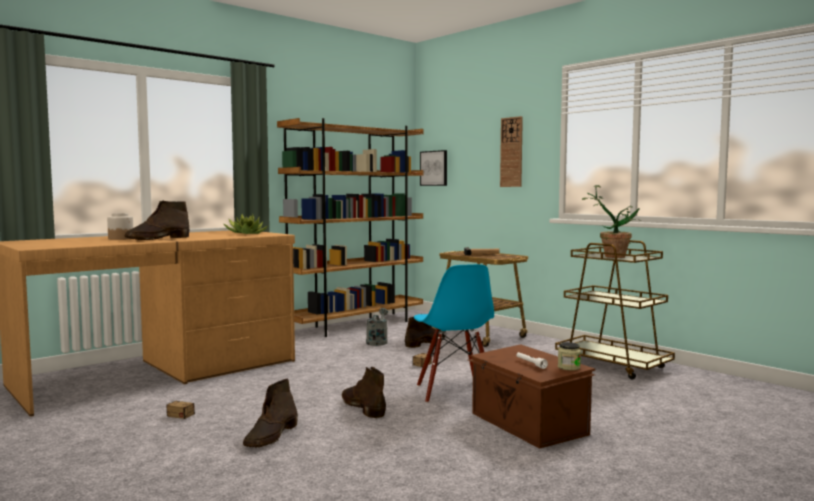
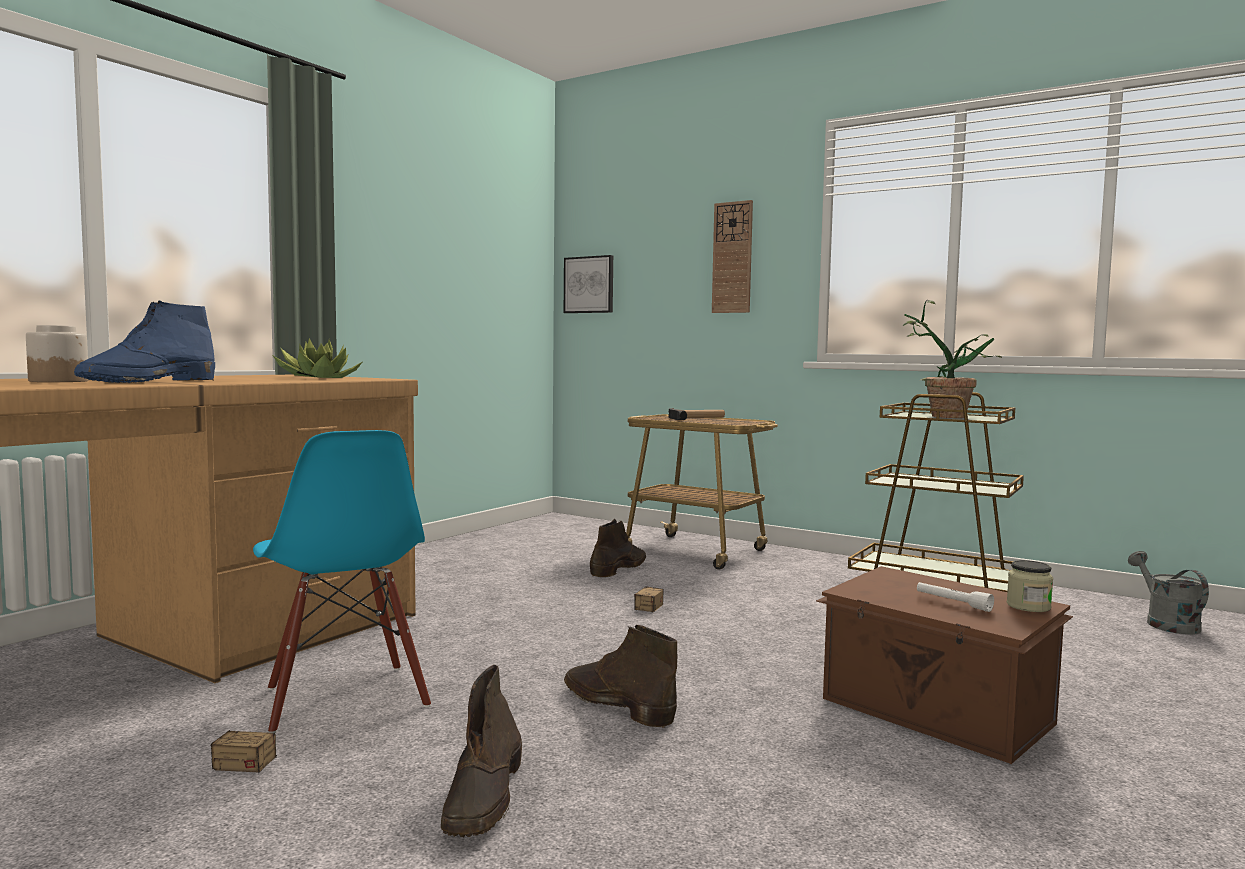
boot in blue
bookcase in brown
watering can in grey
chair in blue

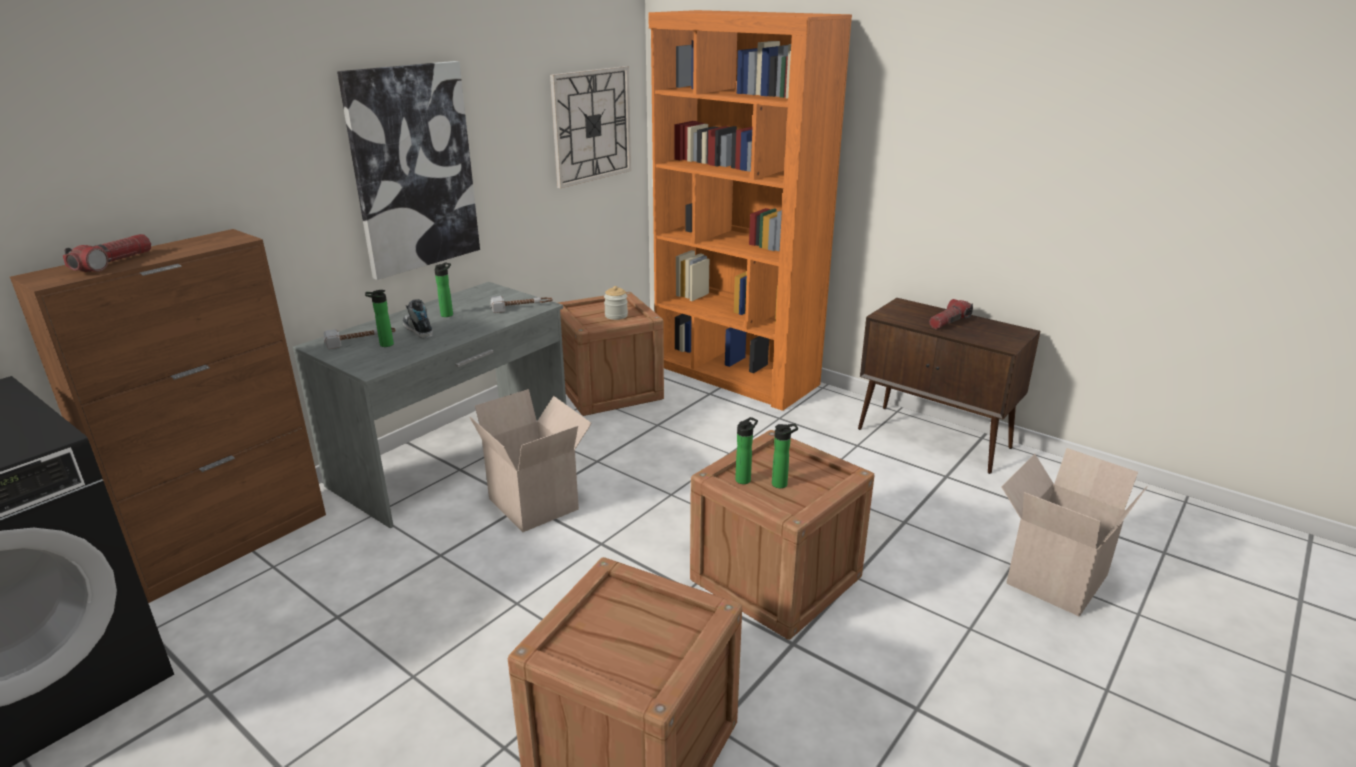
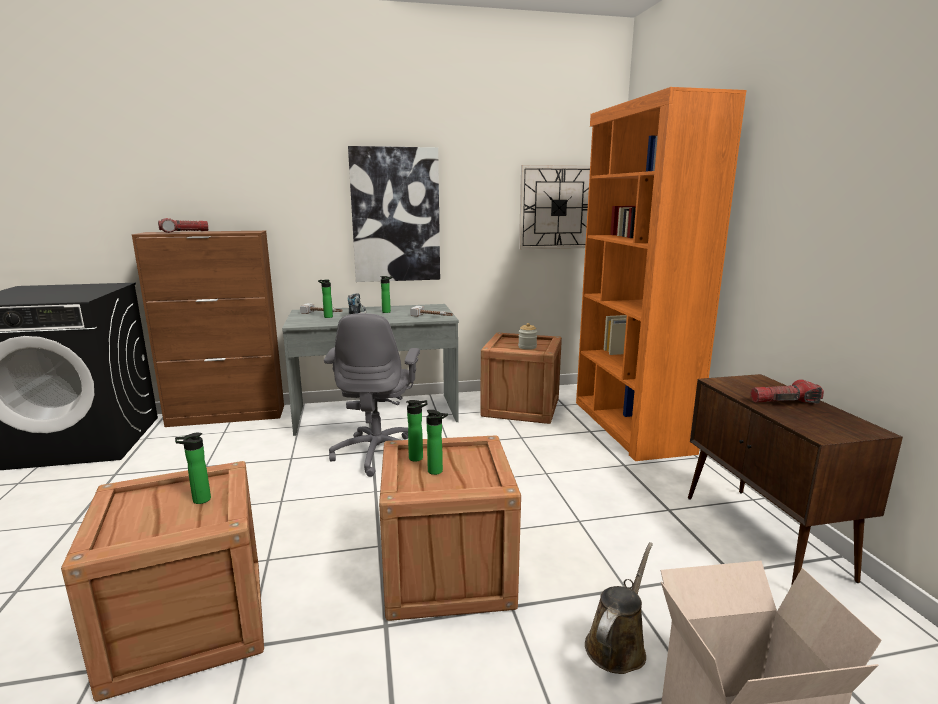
office chair in grey
bottle (no. 1 from left)
watering can in brown

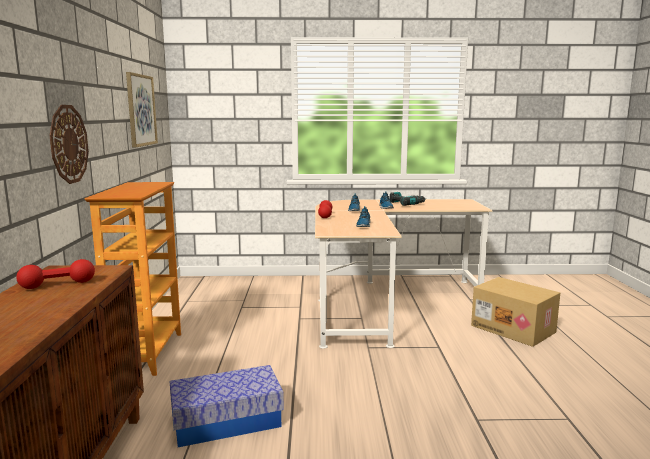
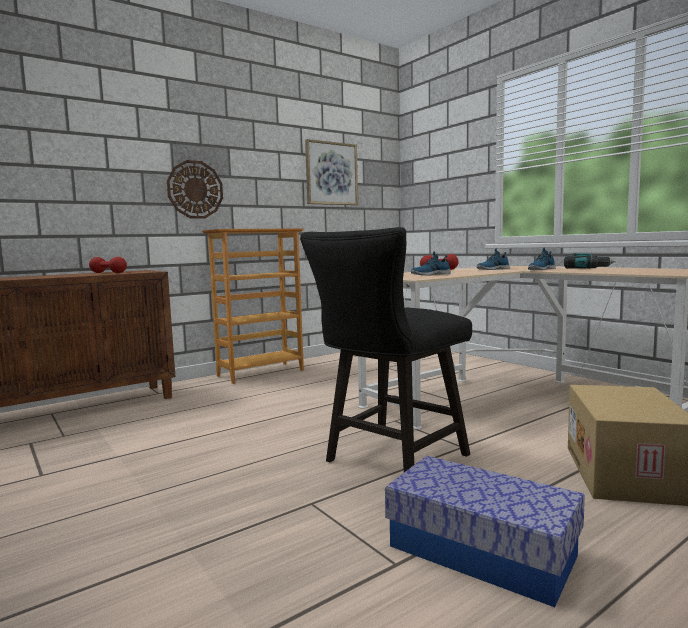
storage box
chair in black

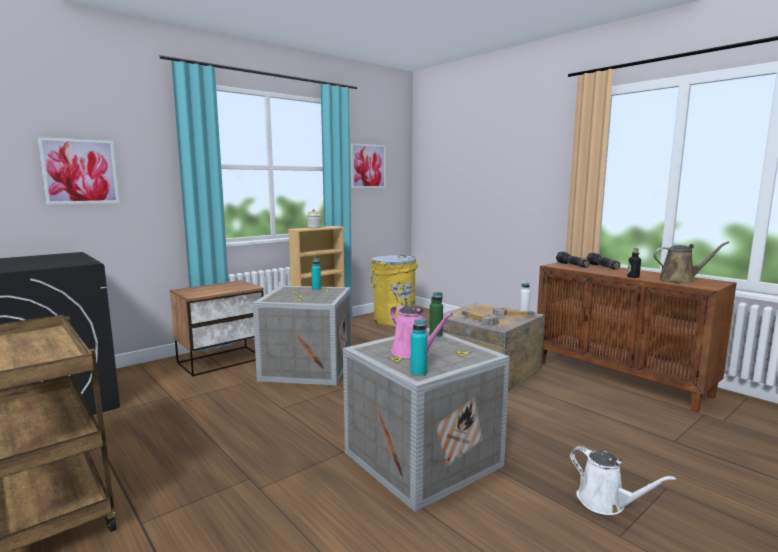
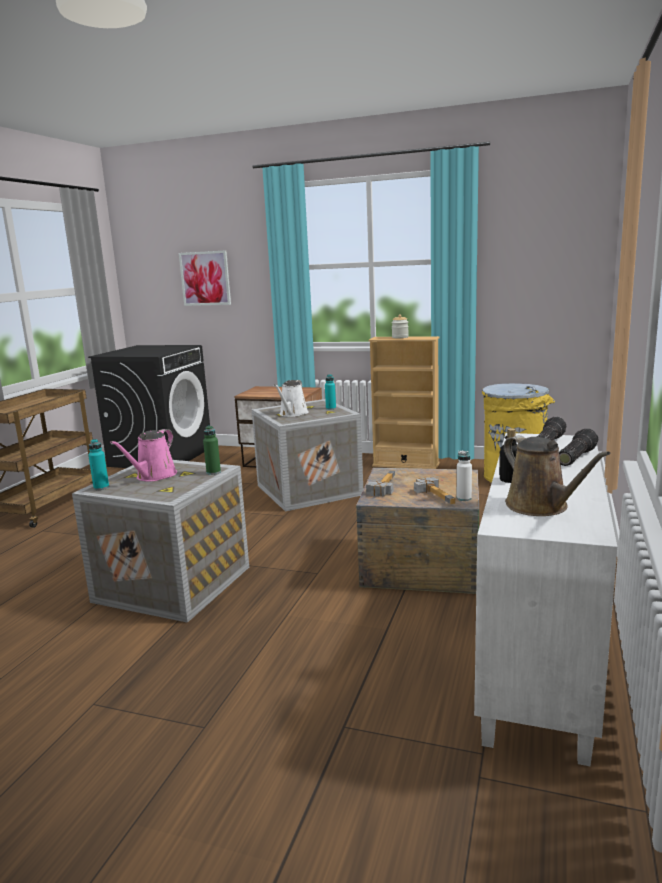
picture (no. 2 from left in the first image)
cabinet in white
watering can in white

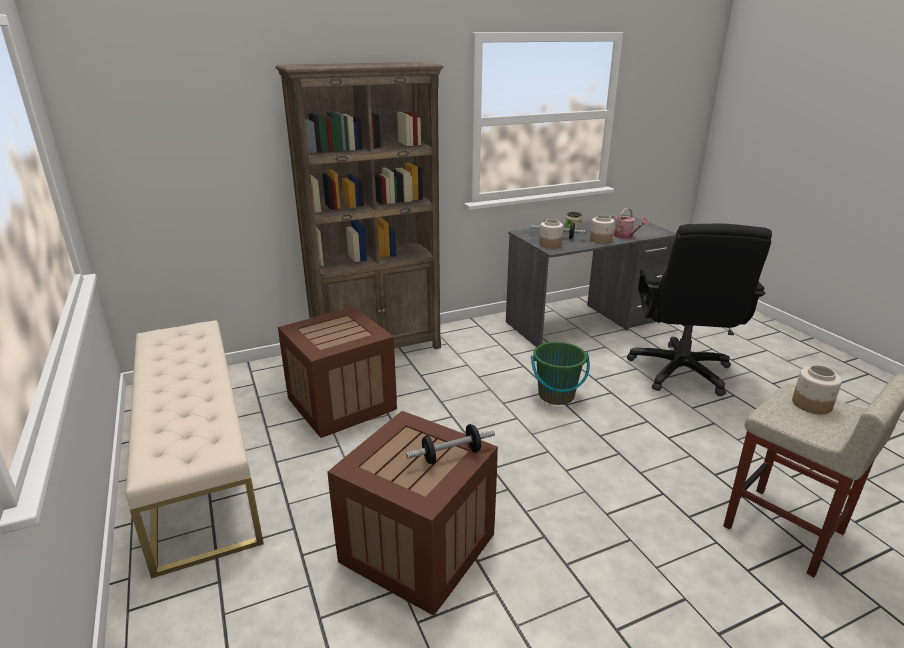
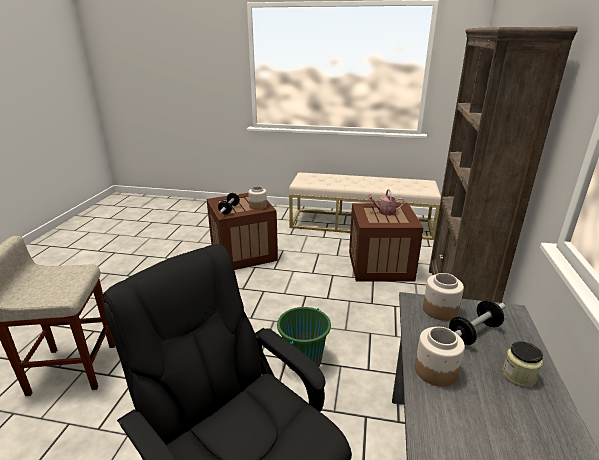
watering can
jar (no. 1 from left)

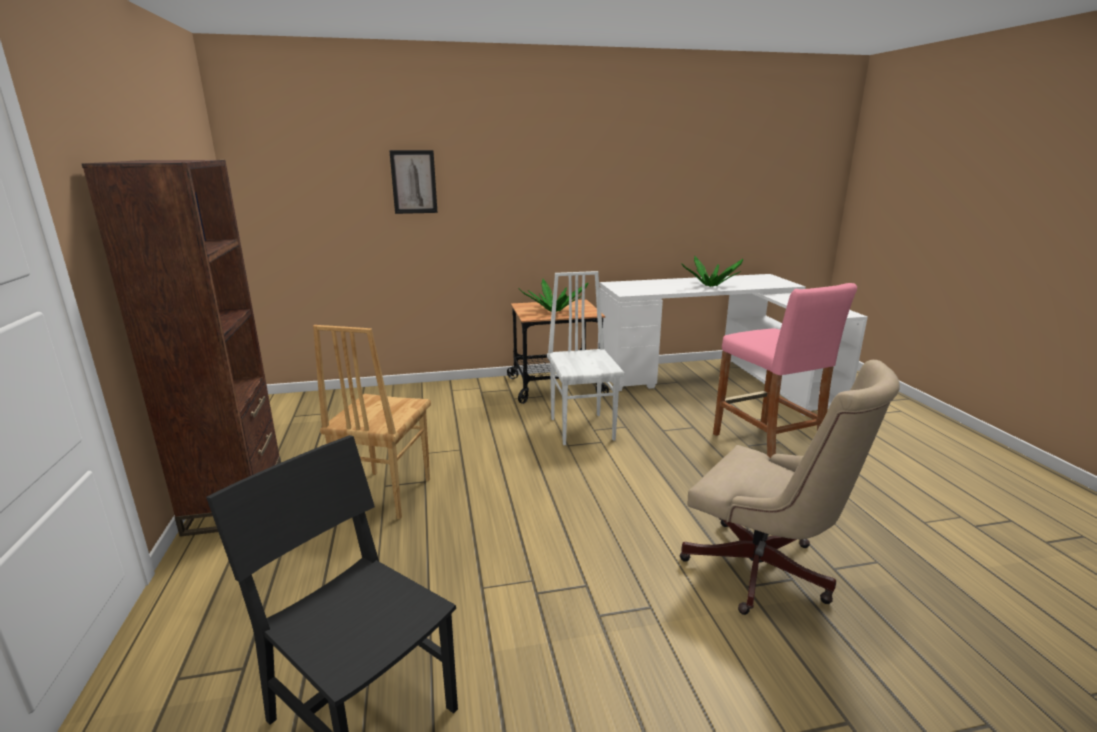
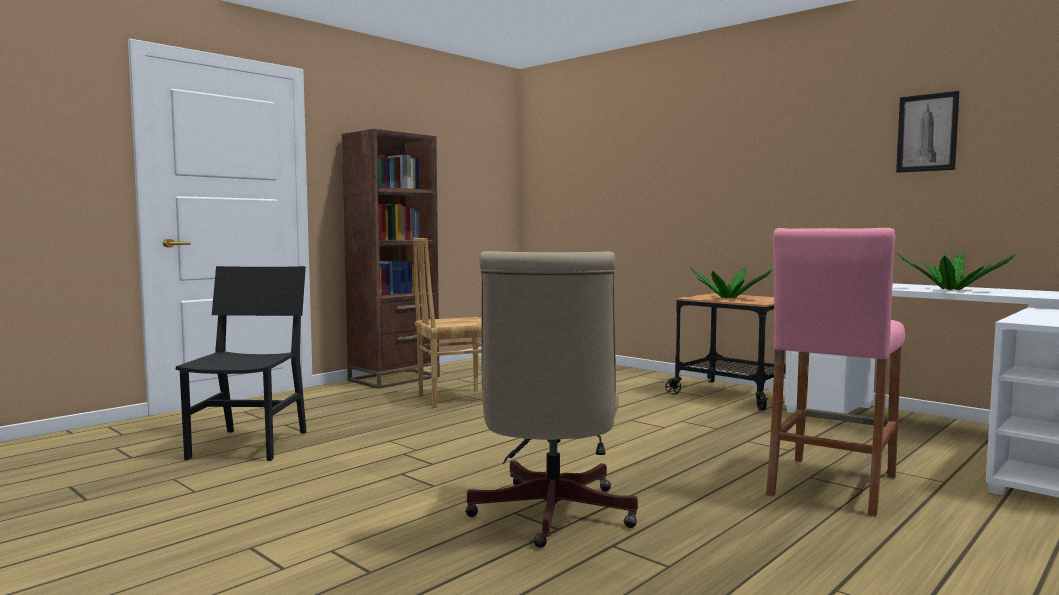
picture
chair in white

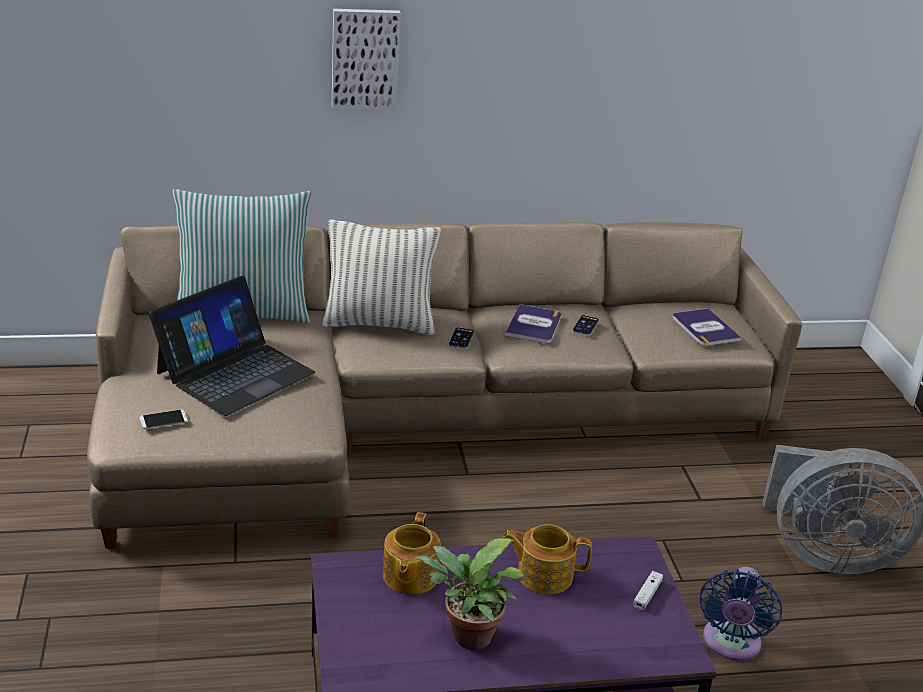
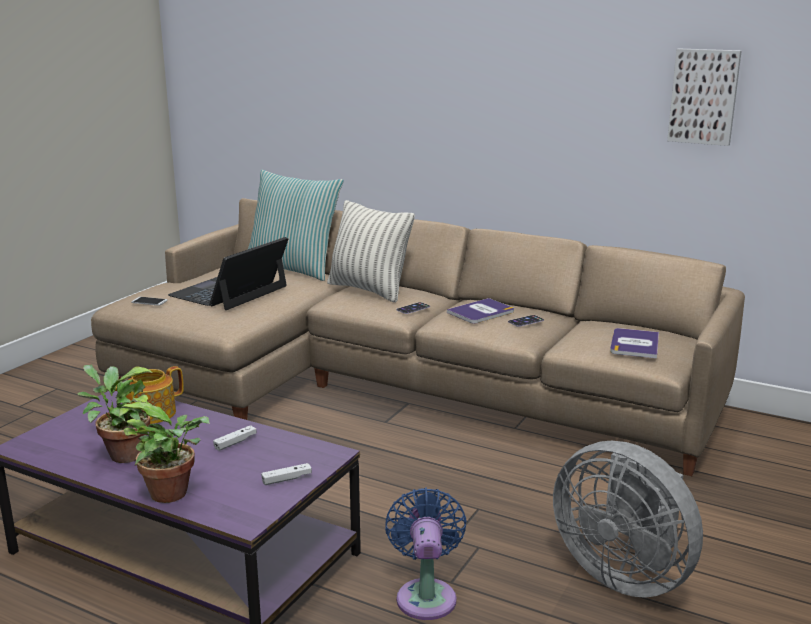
laptop
picture
game controller in white (no. 1 from left)
fan in blue
potted plant (no. 2 from left)

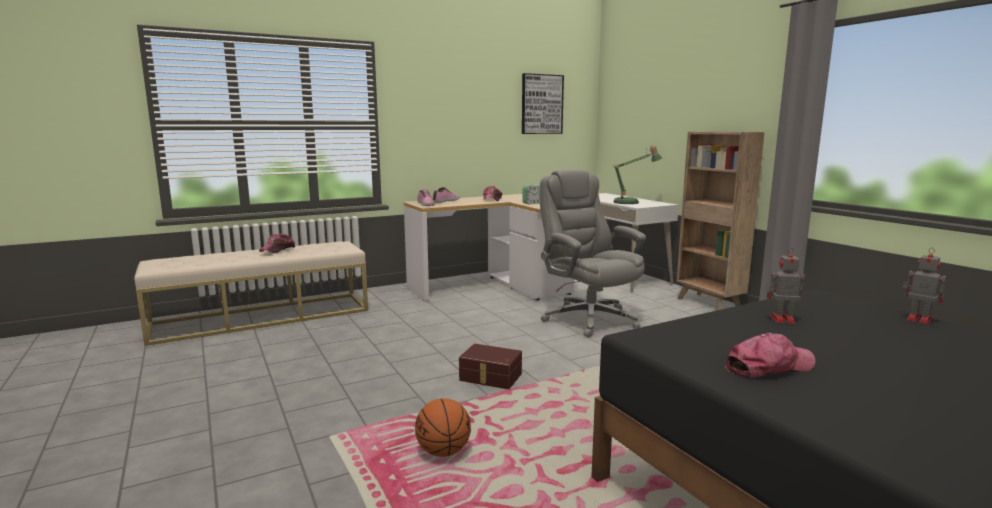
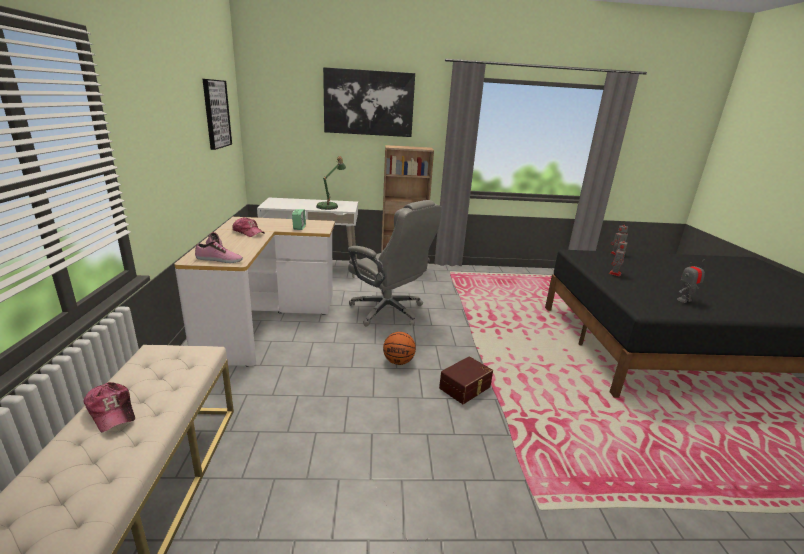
basketball
office chair in grey
toy robot (no. 3 from left)
picture (no. 2 from left)

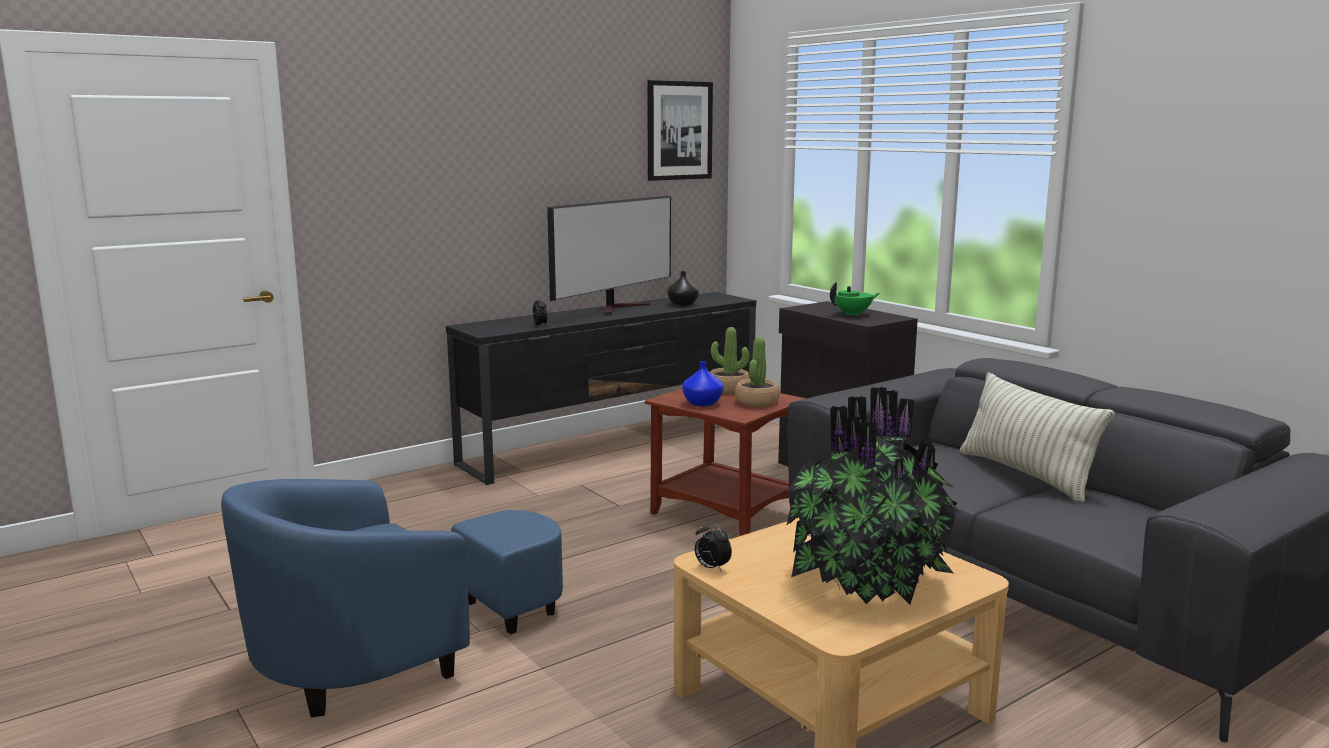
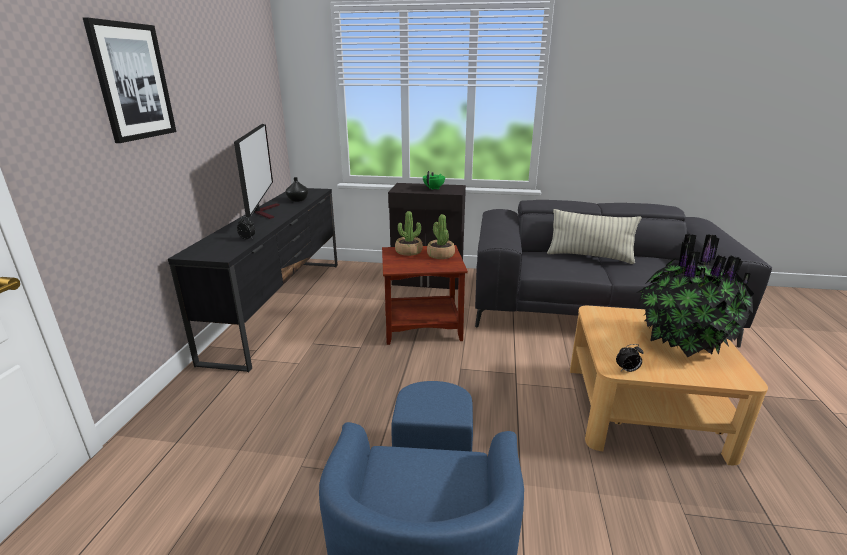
picture
vase in blue

